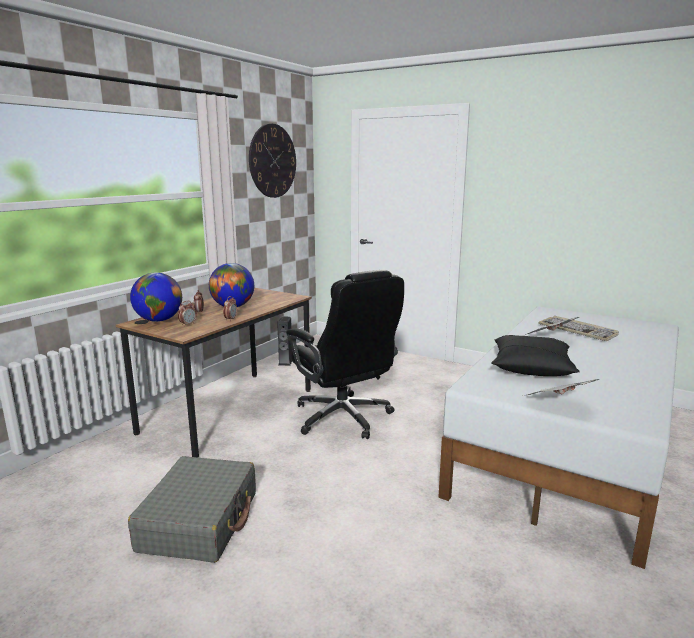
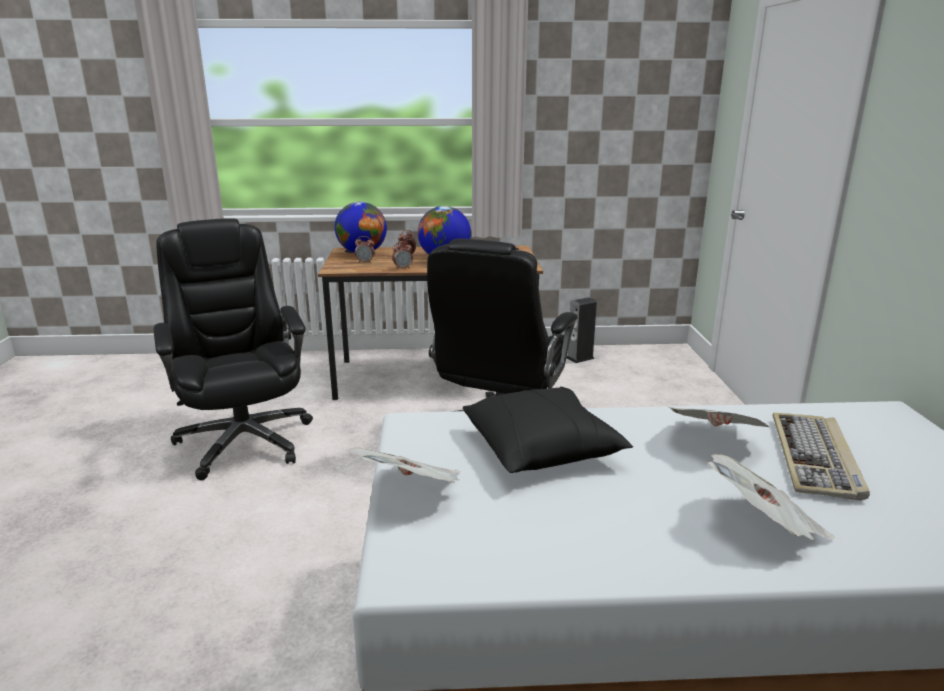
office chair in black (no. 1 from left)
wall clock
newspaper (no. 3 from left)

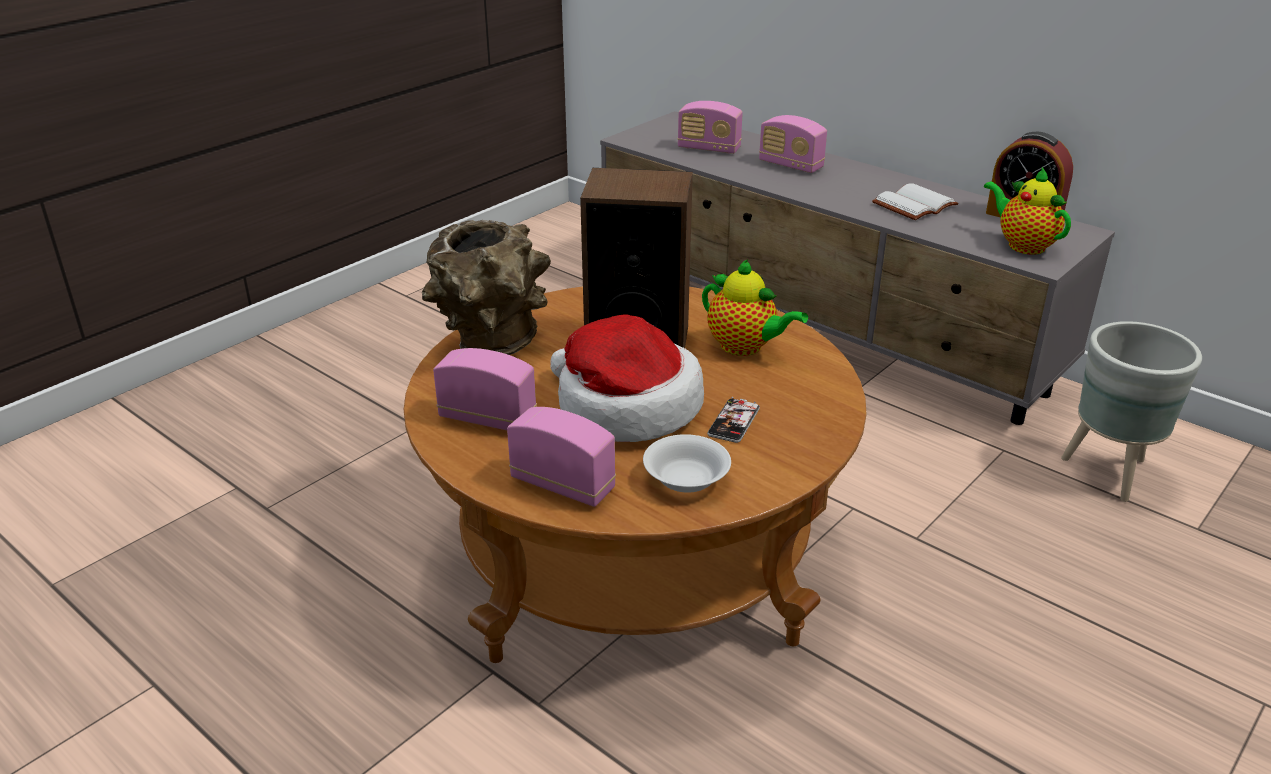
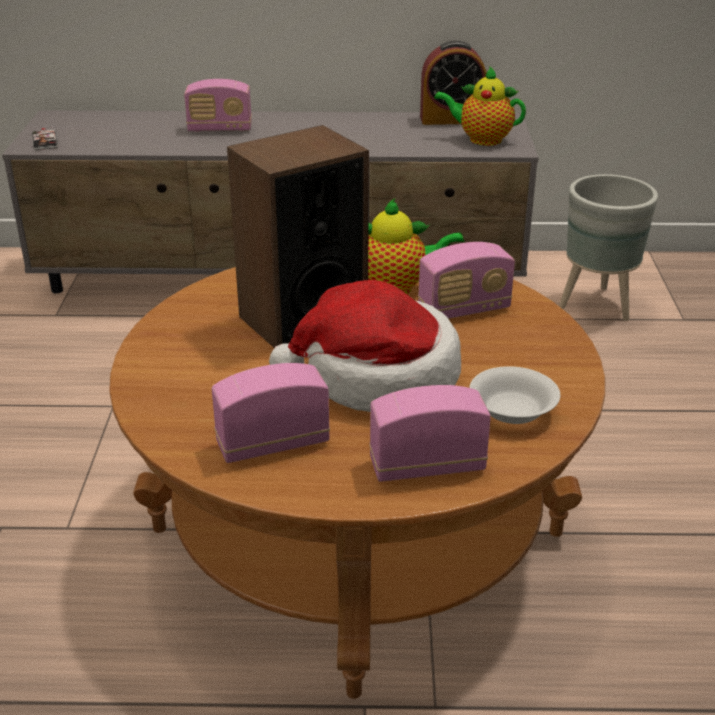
vase in brown
radio (no. 4 from left)
phone
book in white

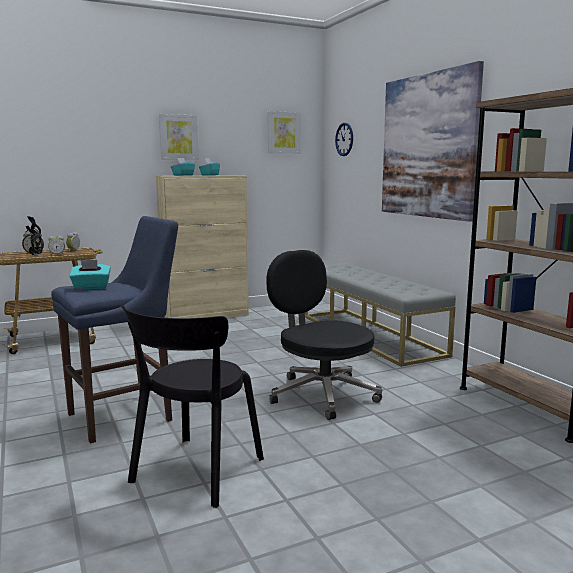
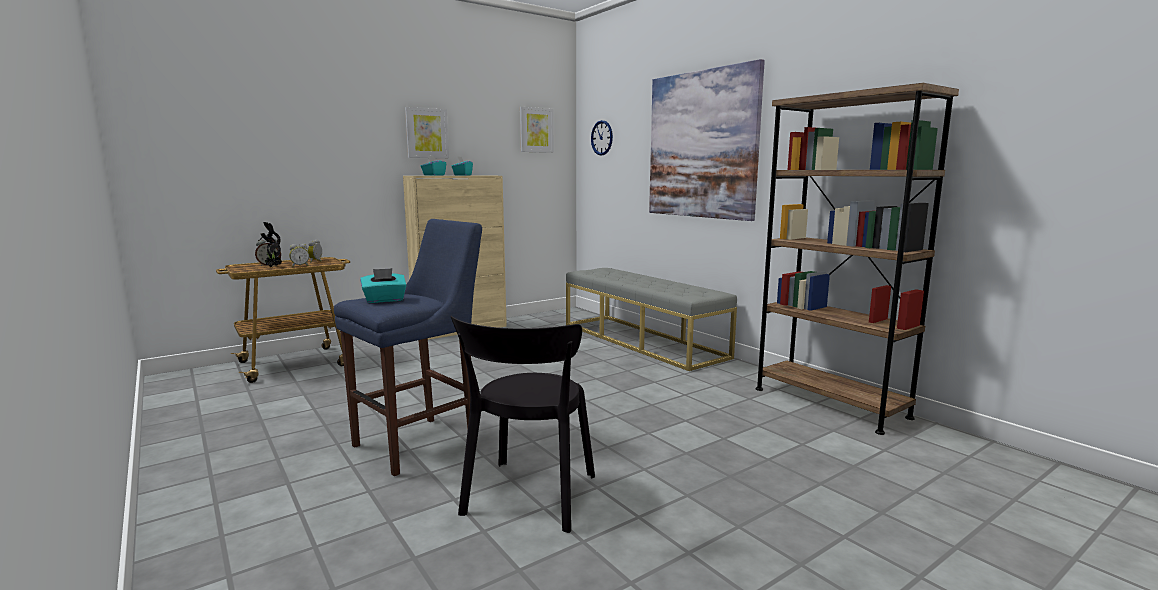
office chair in black

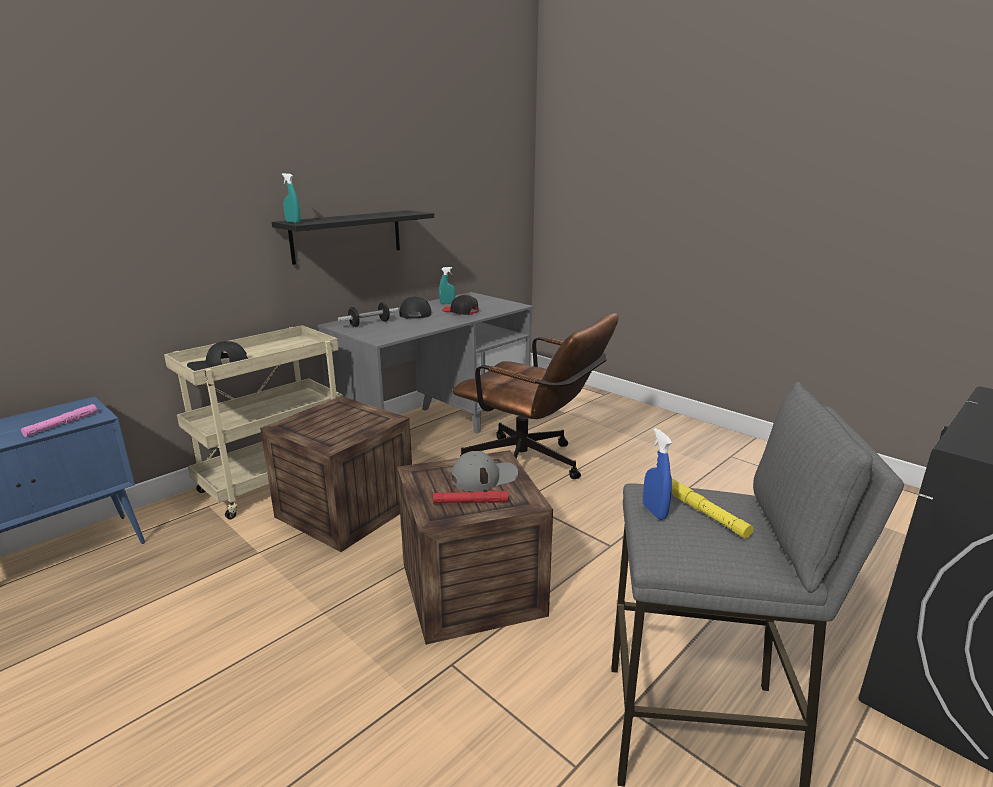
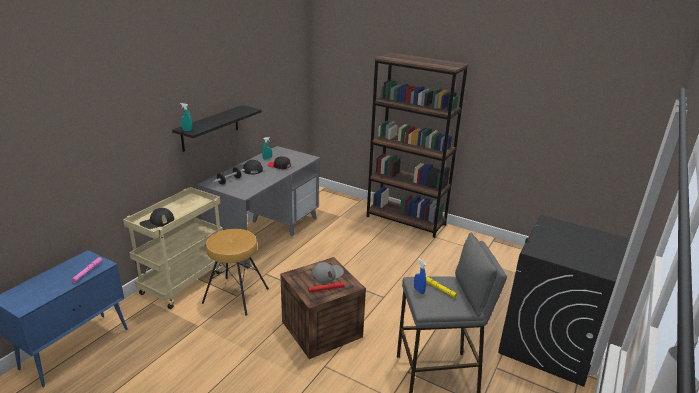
stool in brown
office chair in brown
bookcase in brown

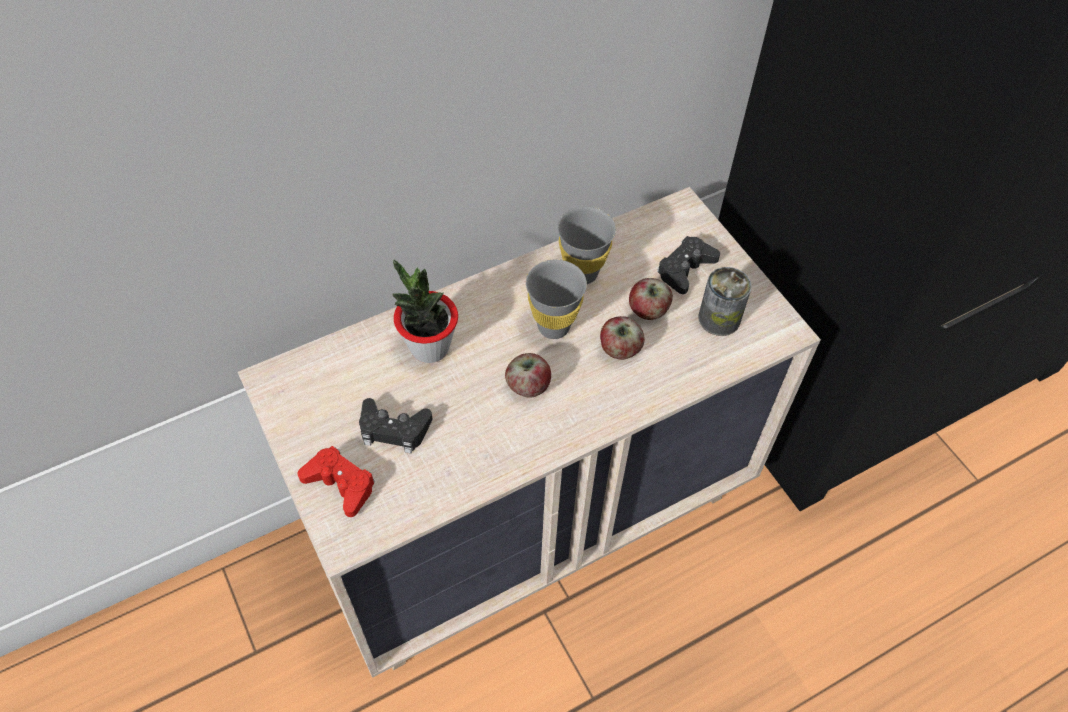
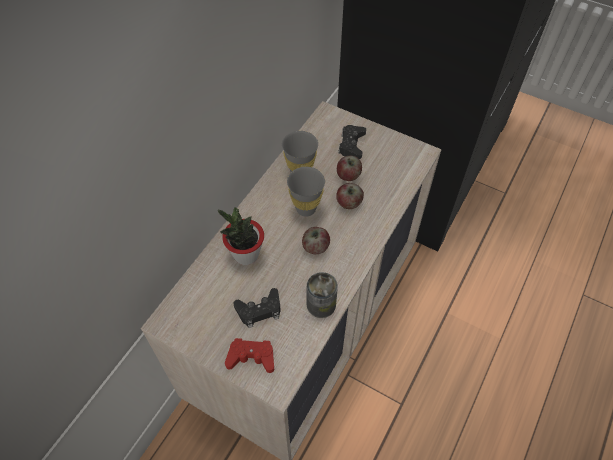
can

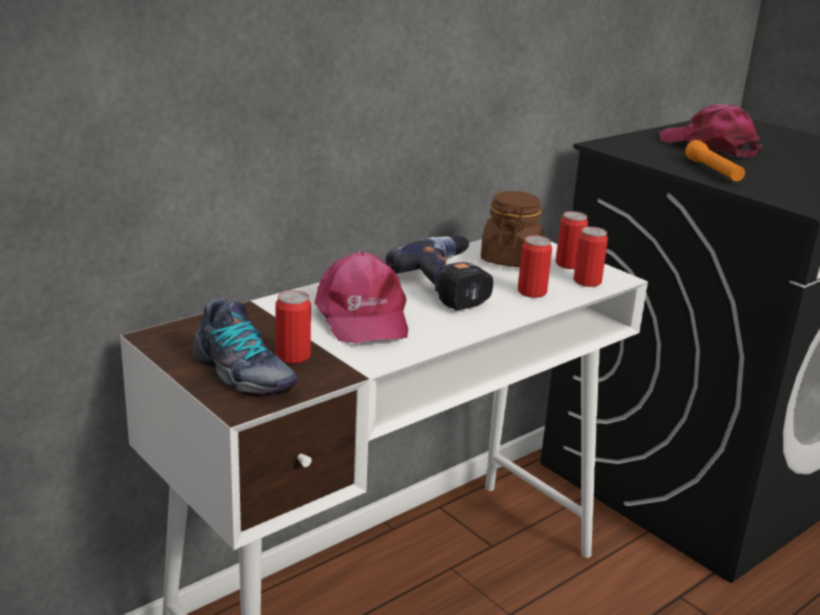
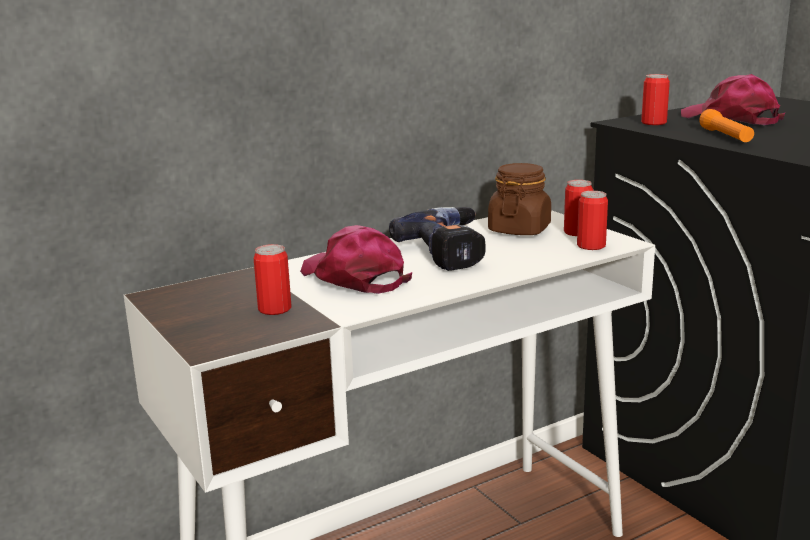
shoe
cap in pink (no. 1 from left)
can (no. 4 from left)

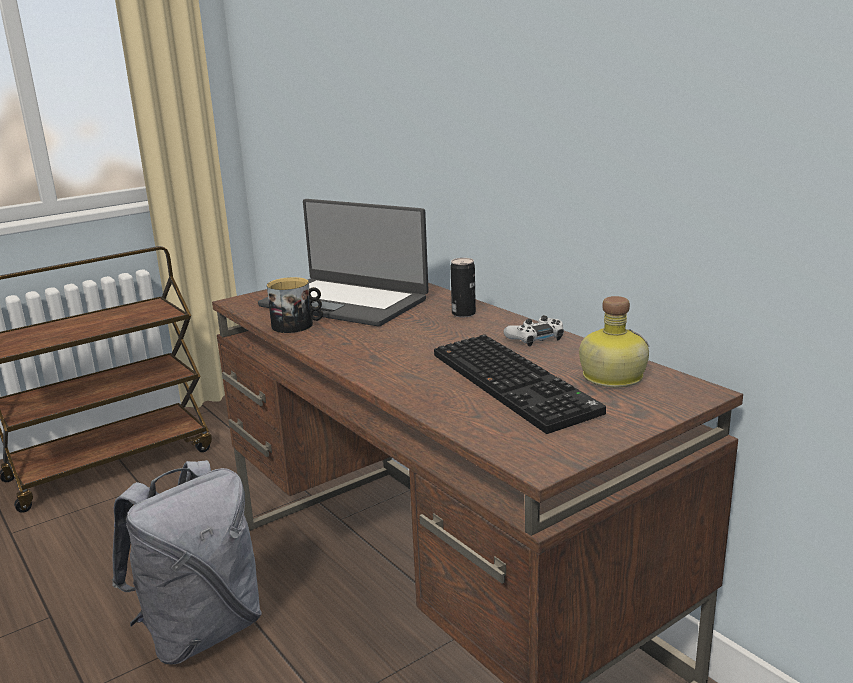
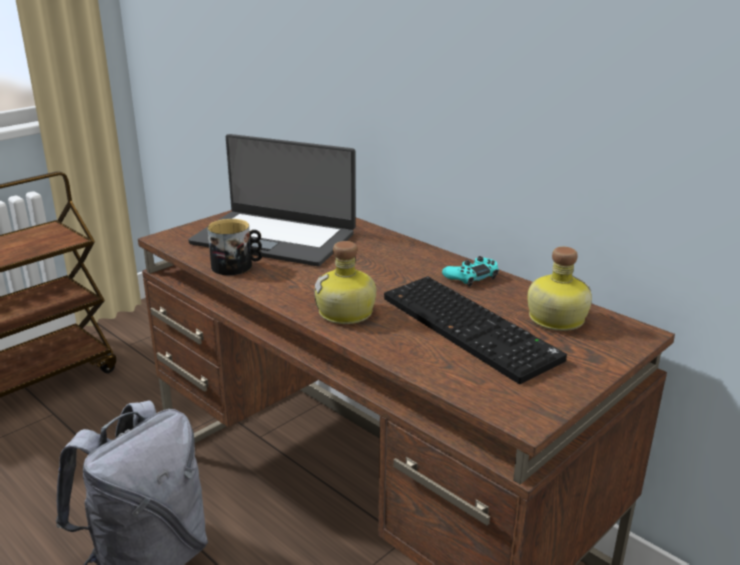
can
game controller in turquoise
bottle (no. 1 from left)

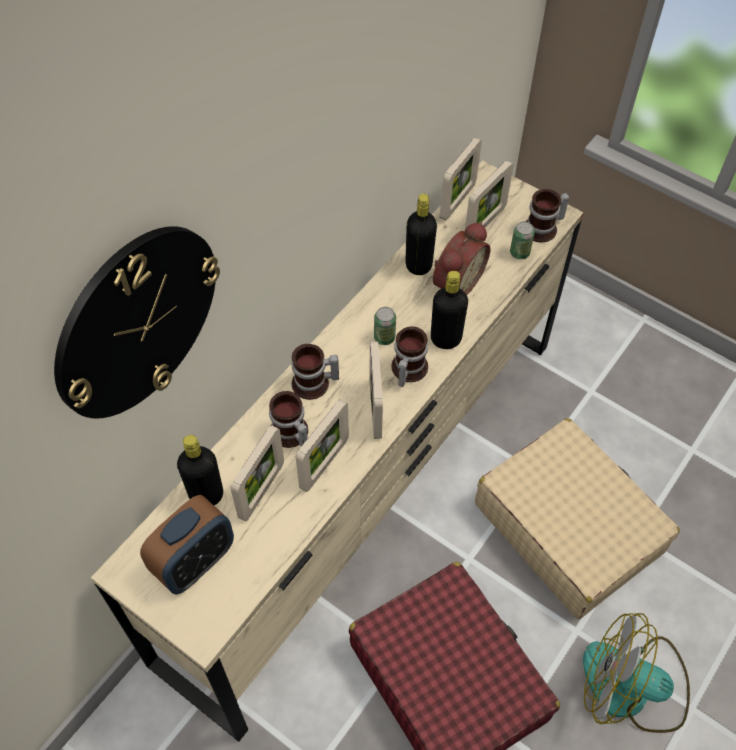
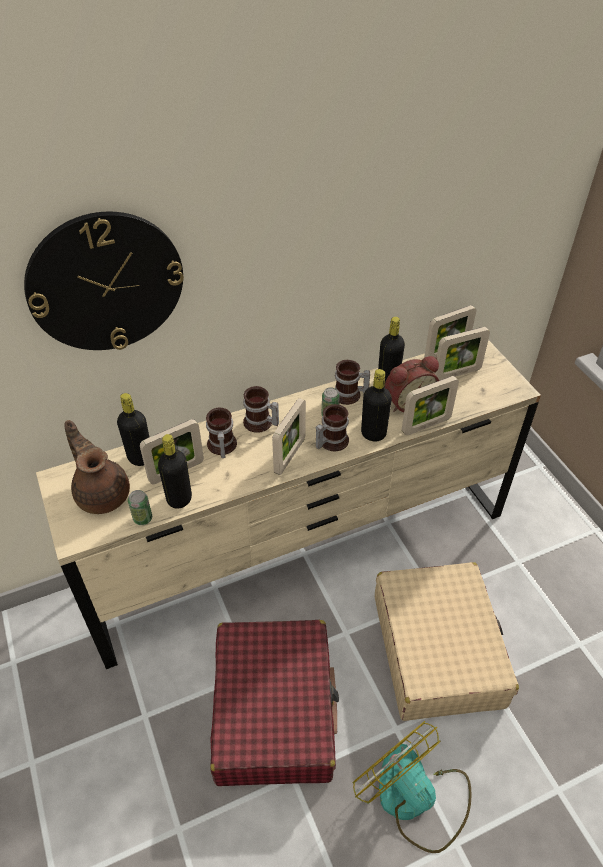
teapot in brown
picture frame (no. 3 from left)
can (no. 1 from left)
mug (no. 4 from left)
bottle in black (no. 2 from left)

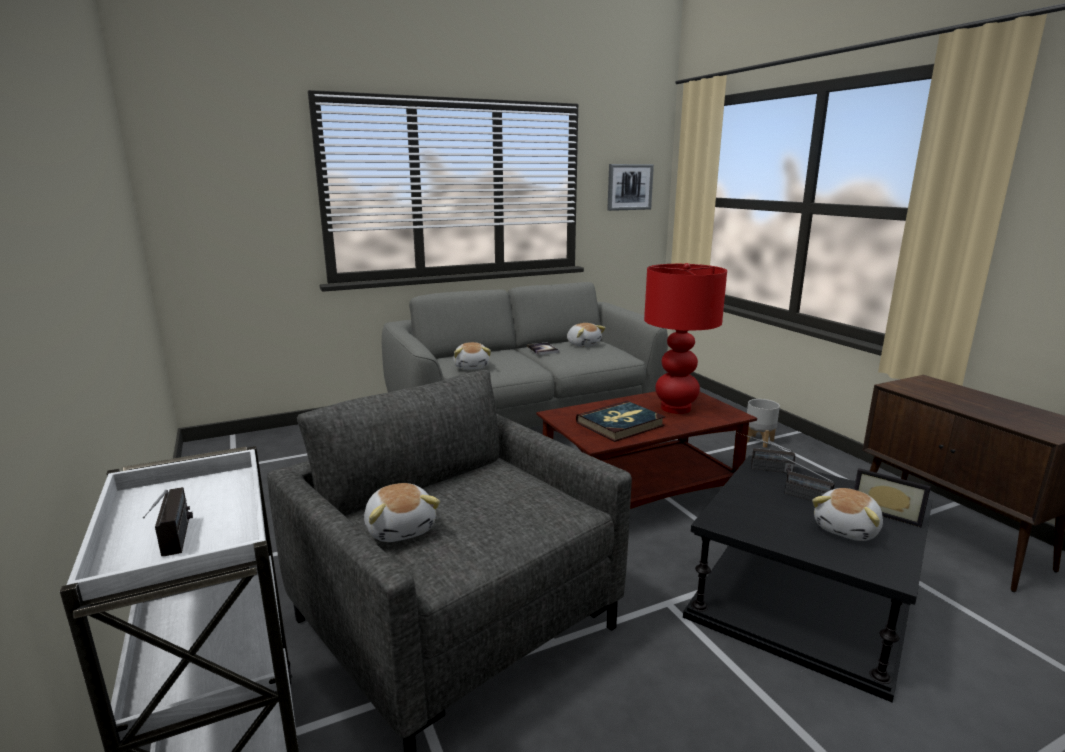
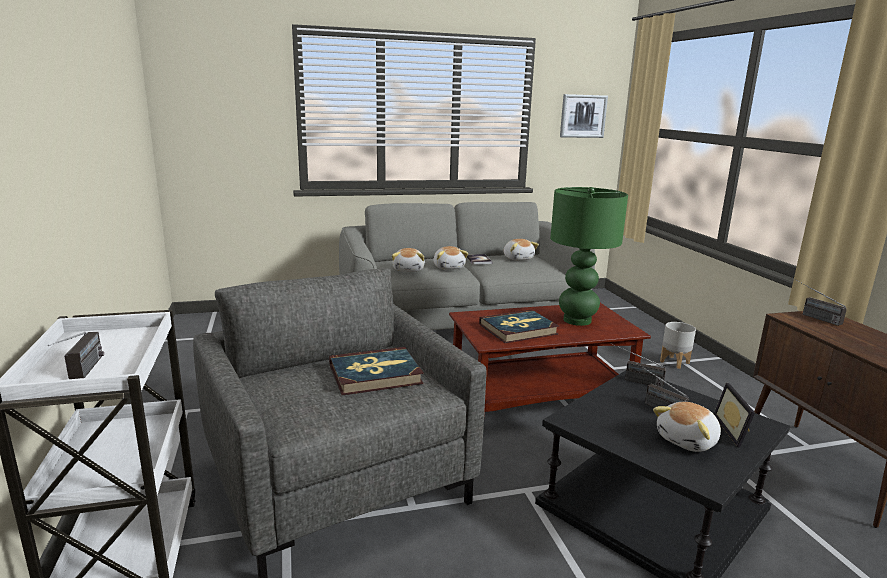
plush toy (no. 2 from left)
table lamp in green
picture frame
book (no. 1 from left)
radio (no. 4 from left)

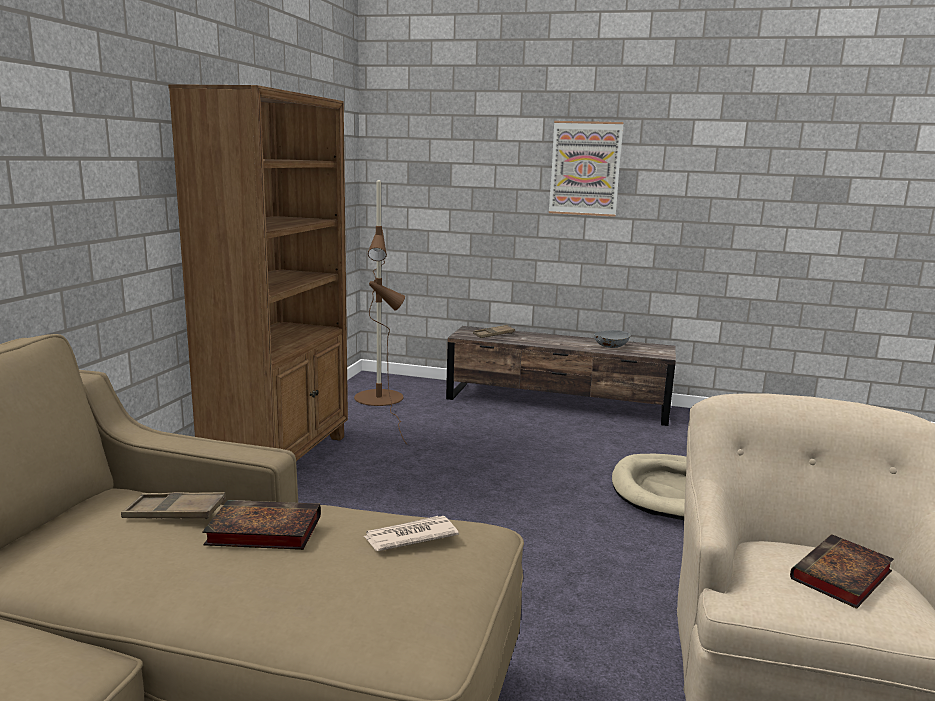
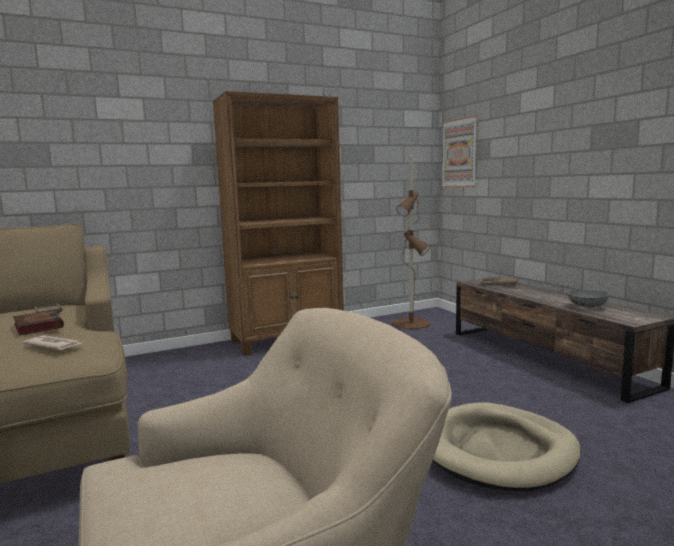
picture
book (no. 2 from left in the first image)

